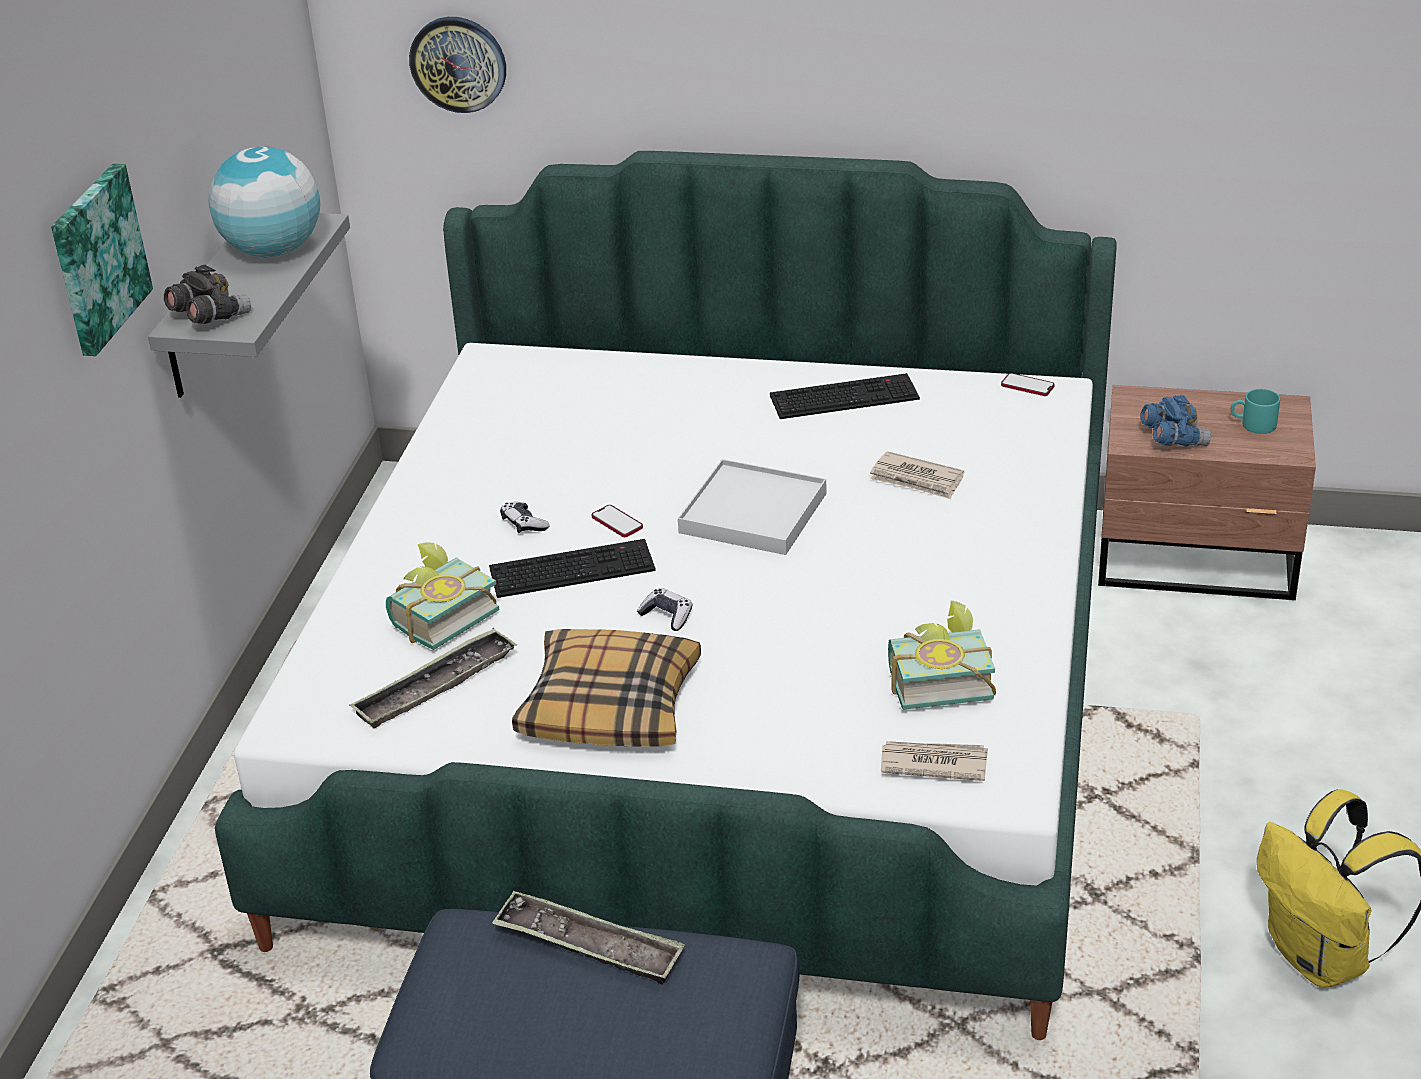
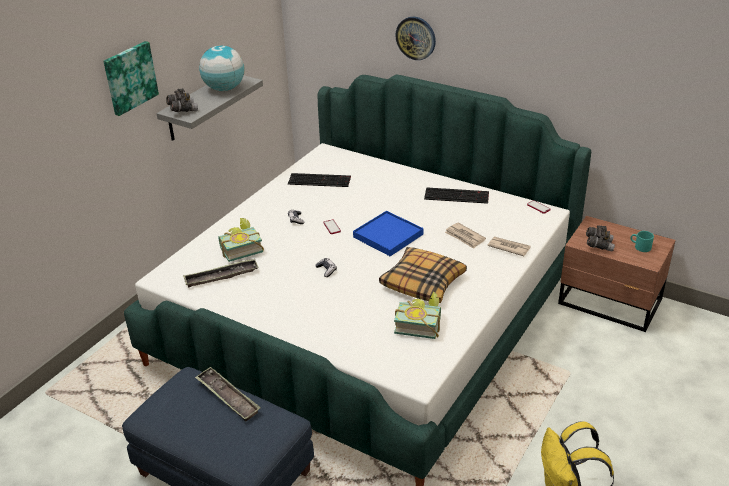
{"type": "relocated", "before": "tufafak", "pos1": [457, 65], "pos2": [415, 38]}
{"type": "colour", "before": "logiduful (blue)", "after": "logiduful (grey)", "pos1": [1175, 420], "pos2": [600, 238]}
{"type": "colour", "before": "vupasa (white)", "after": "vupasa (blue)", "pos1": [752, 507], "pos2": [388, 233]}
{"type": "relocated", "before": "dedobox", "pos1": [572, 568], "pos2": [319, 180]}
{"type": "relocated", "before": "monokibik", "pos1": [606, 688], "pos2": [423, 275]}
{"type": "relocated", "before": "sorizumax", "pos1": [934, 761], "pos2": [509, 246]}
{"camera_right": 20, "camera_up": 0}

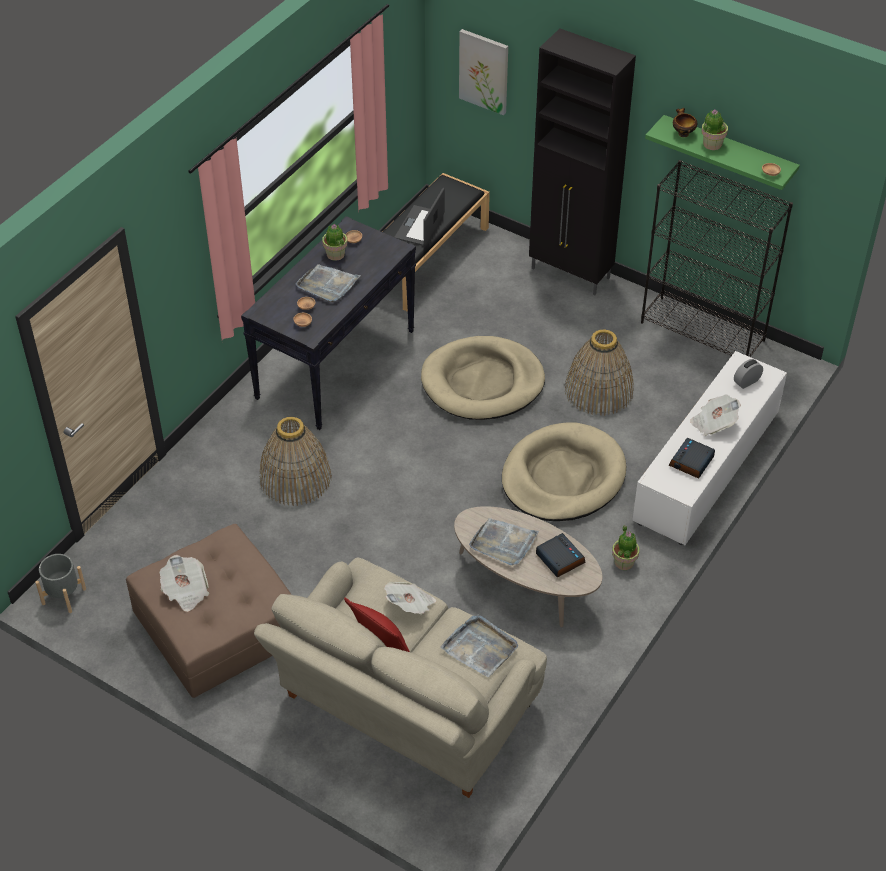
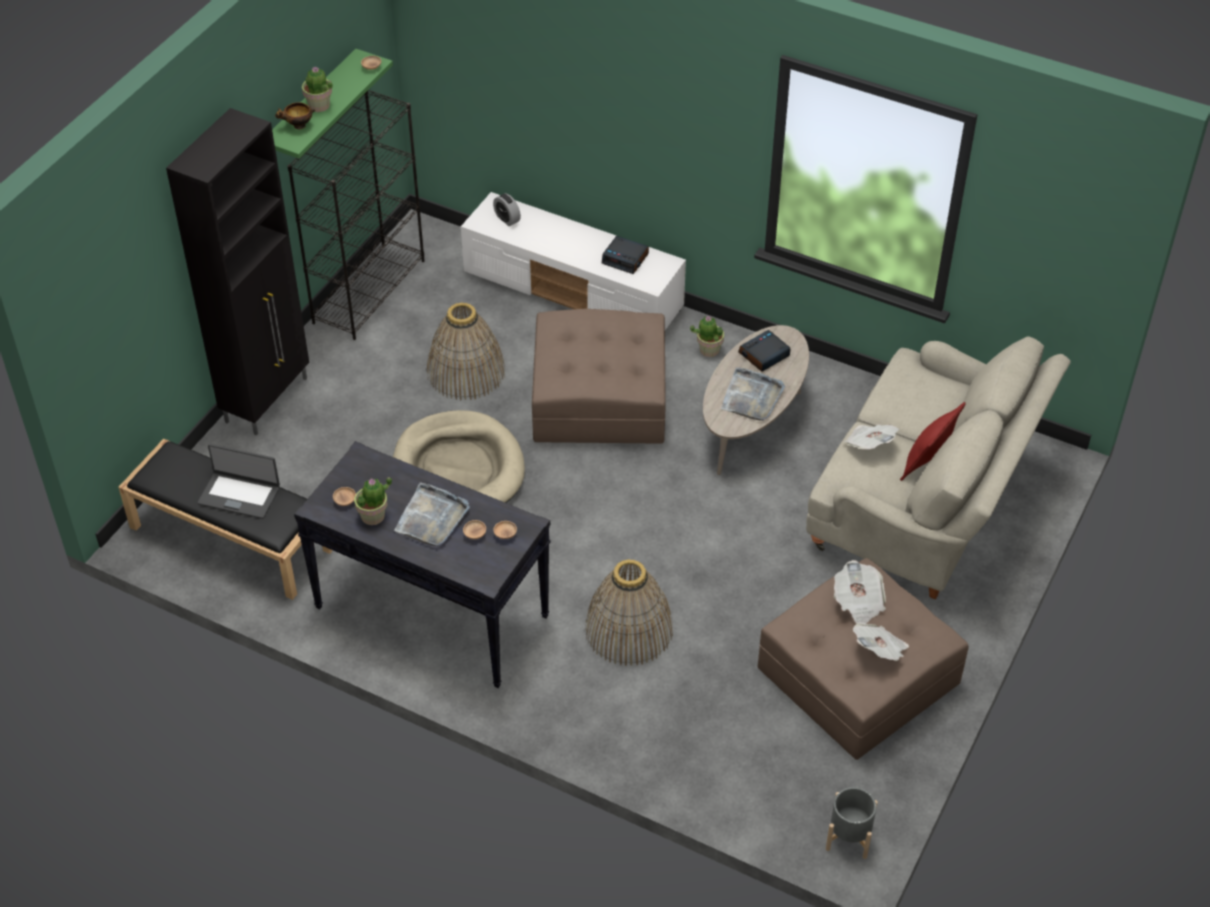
{"type": "missing", "before": "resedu", "pos1": [483, 72]}
{"type": "relocated", "before": "sorizumax", "pos1": [715, 415], "pos2": [860, 592]}
{"type": "exchanged", "before": "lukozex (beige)", "after": "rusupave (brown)", "pos1": [564, 471], "pos2": [599, 376]}
{"type": "missing", "before": "vupasa (grey)", "pos1": [479, 646]}
{"camera_right": -95, "camera_up": 0}

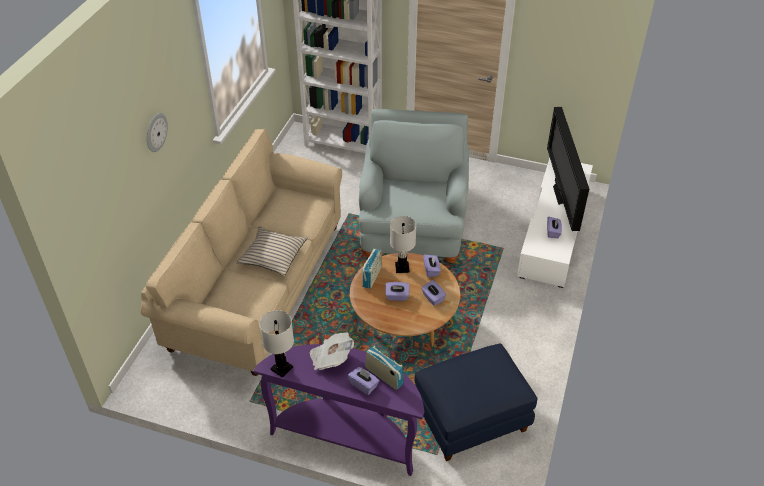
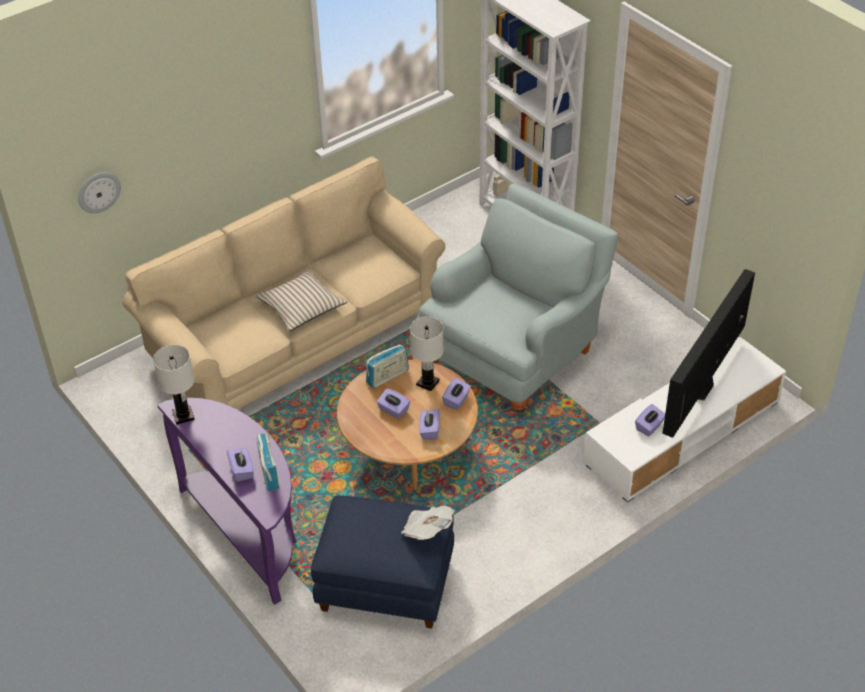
{"type": "relocated", "before": "tufafak", "pos1": [157, 132], "pos2": [99, 192]}
{"type": "relocated", "before": "sorizumax", "pos1": [331, 351], "pos2": [428, 522]}
{"camera_right": 35, "camera_up": 0}

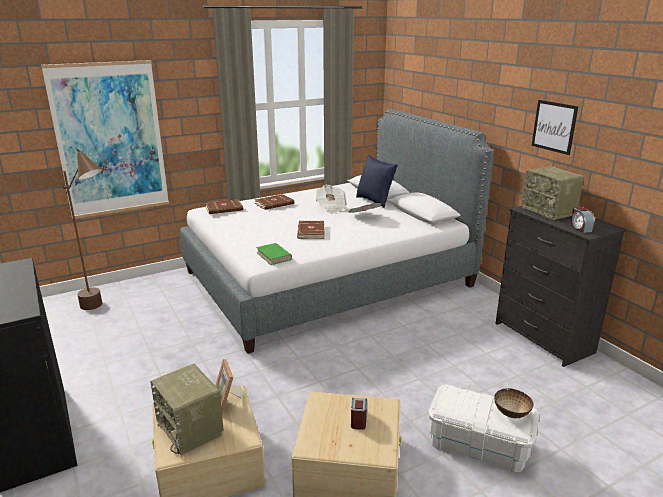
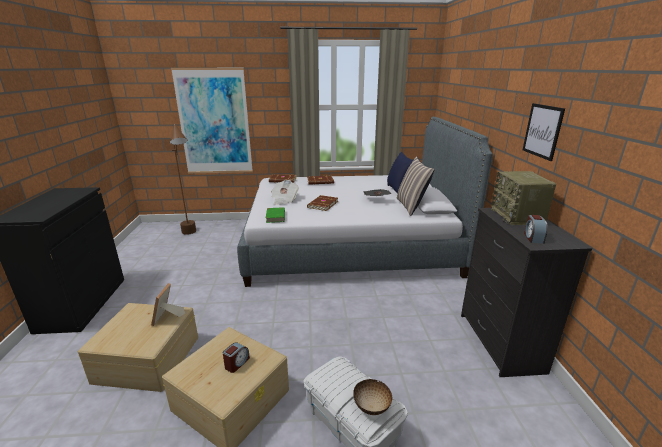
{"type": "relocated", "before": "sorizumax", "pos1": [331, 199], "pos2": [285, 192]}
{"type": "missing", "before": "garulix", "pos1": [186, 409]}
{"type": "appeared", "after": "monokibik", "pos2": [415, 186]}
{"camera_right": 25, "camera_up": 0}

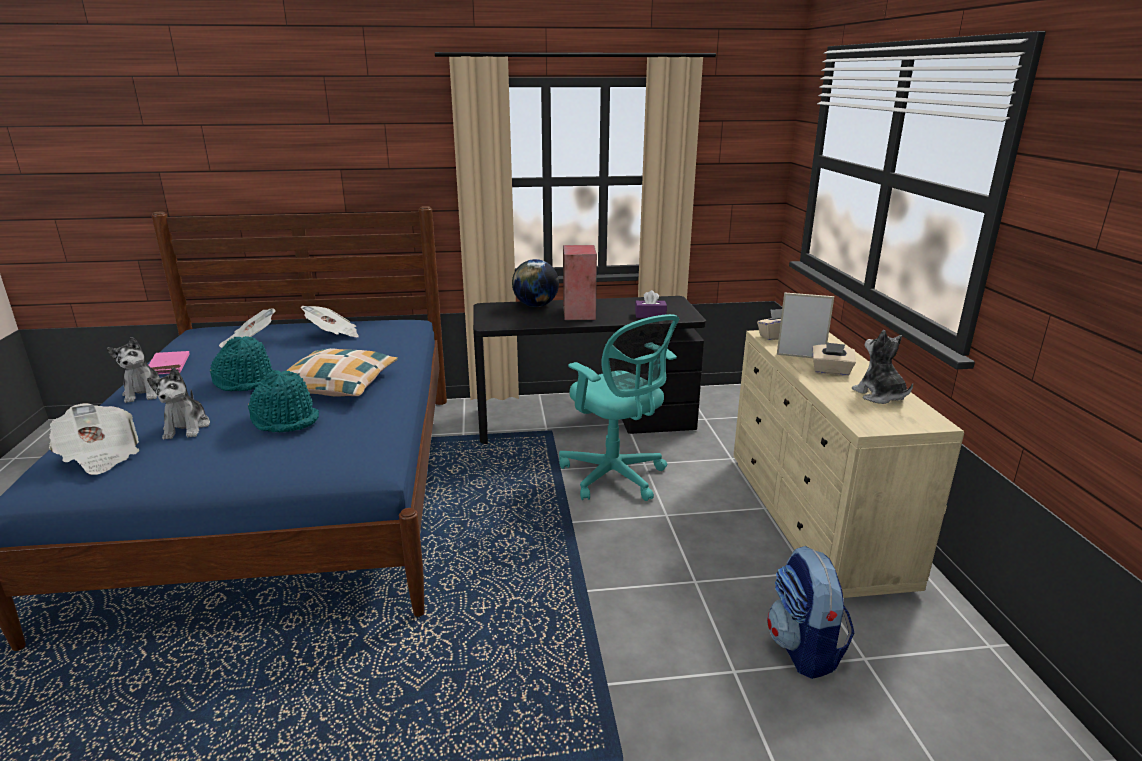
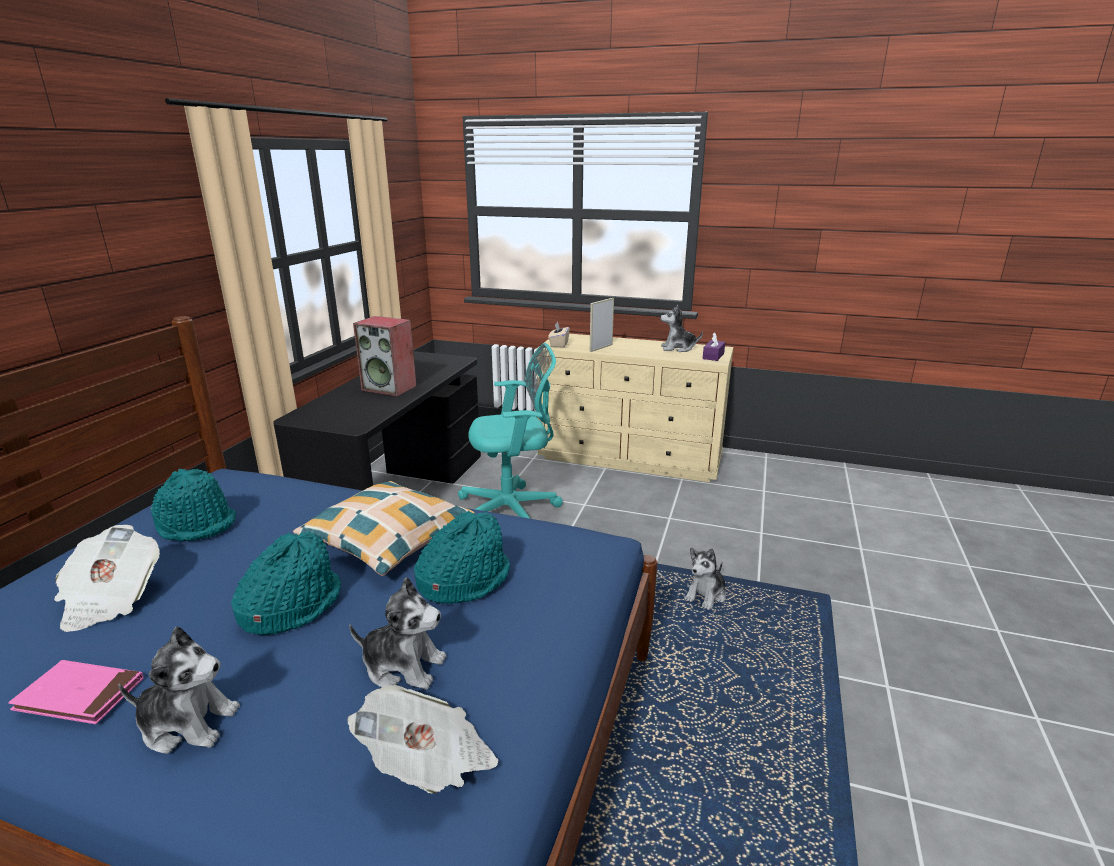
{"type": "missing", "before": "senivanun", "pos1": [535, 283]}
{"type": "relocated", "before": "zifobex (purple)", "pos1": [651, 304], "pos2": [714, 346]}
{"type": "exchanged", "before": "sorizumax", "after": "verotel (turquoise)", "pos1": [330, 321], "pos2": [193, 505]}
{"type": "missing", "before": "zifobex (beige)", "pos1": [834, 359]}
{"type": "missing", "before": "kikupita", "pos1": [810, 612]}
{"type": "appeared", "after": "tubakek", "pos2": [705, 578]}
{"camera_right": -65, "camera_up": 0}

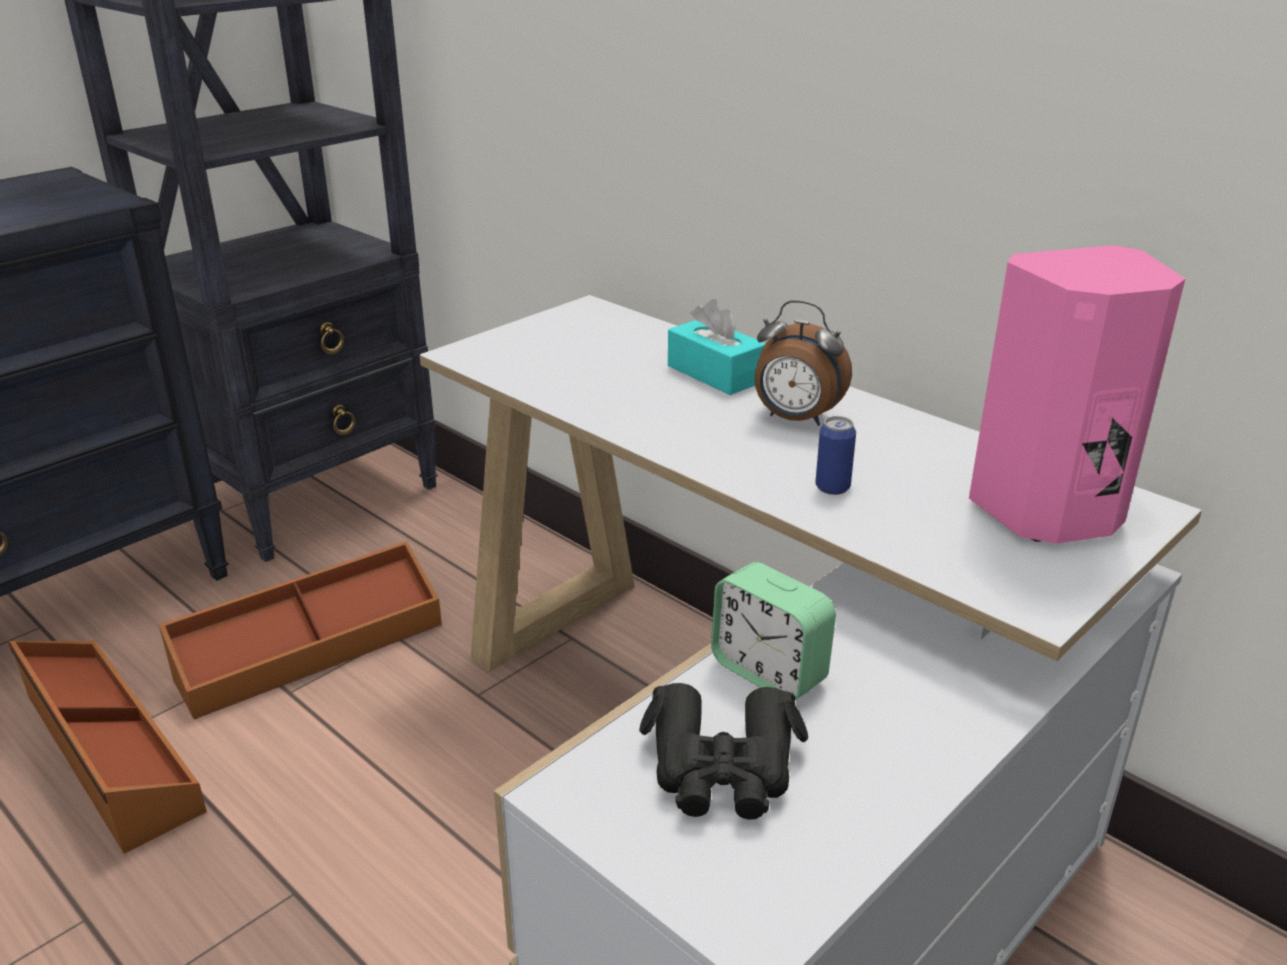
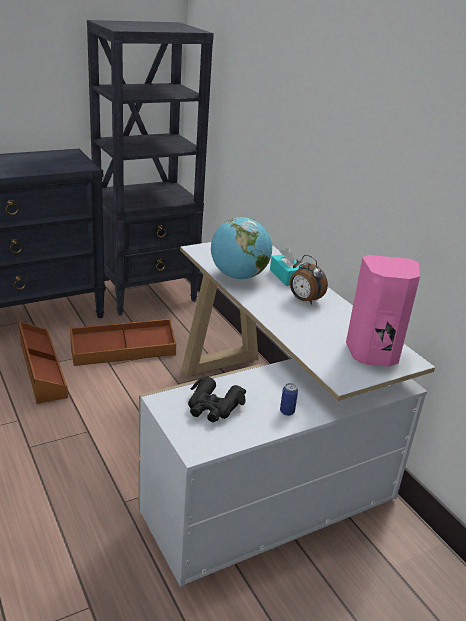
{"type": "relocated", "before": "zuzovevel", "pos1": [835, 455], "pos2": [289, 399]}
{"type": "missing", "before": "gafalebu", "pos1": [773, 631]}
{"type": "appeared", "after": "senivanun", "pos2": [241, 248]}
{"camera_right": 15, "camera_up": 0}

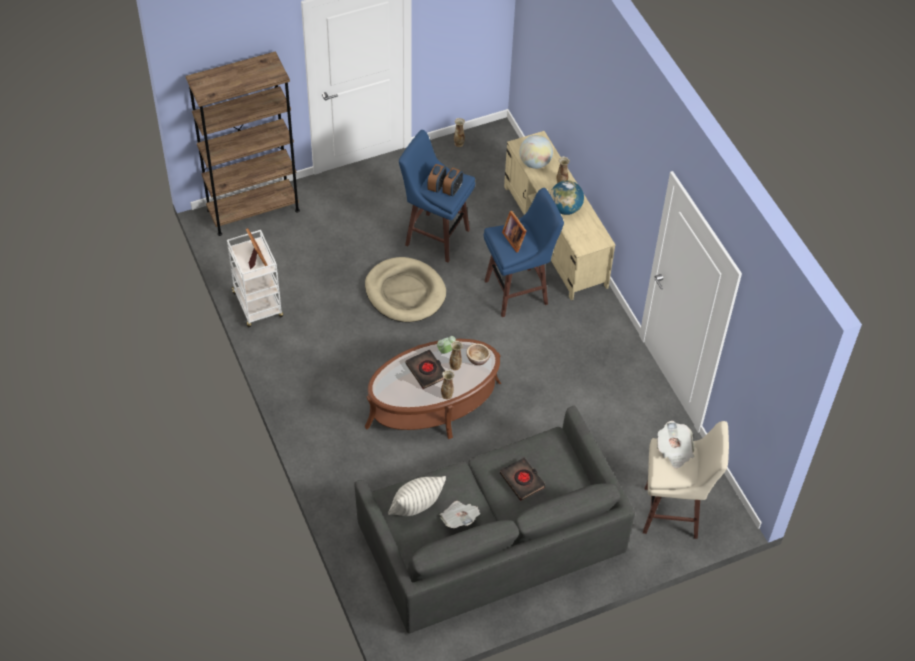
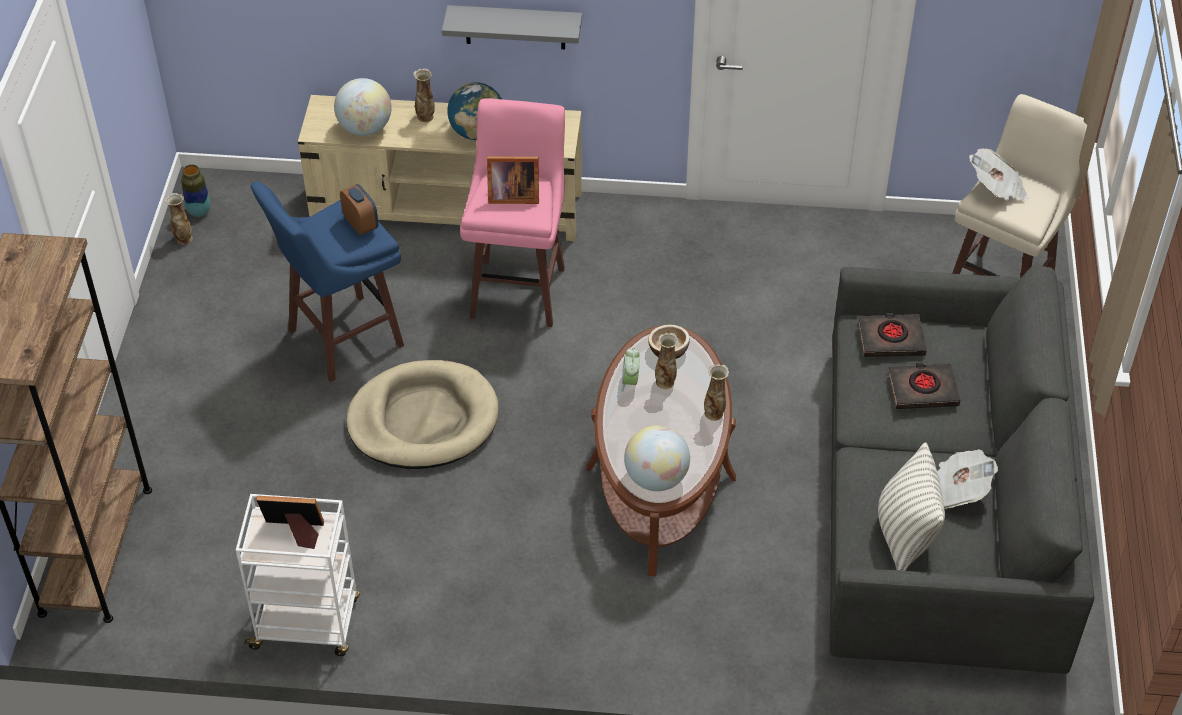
{"type": "missing", "before": "gafalebu", "pos1": [437, 178]}
{"type": "colour", "before": "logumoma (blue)", "after": "logumoma (pink)", "pos1": [524, 252], "pos2": [512, 212]}
{"type": "relocated", "before": "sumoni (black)", "pos1": [425, 369], "pos2": [892, 335]}
{"type": "appeared", "after": "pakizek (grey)", "pos2": [512, 27]}
{"type": "appeared", "after": "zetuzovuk", "pos2": [195, 190]}
{"type": "appeared", "after": "senivanun", "pos2": [657, 458]}
{"camera_right": -60, "camera_up": -5}

